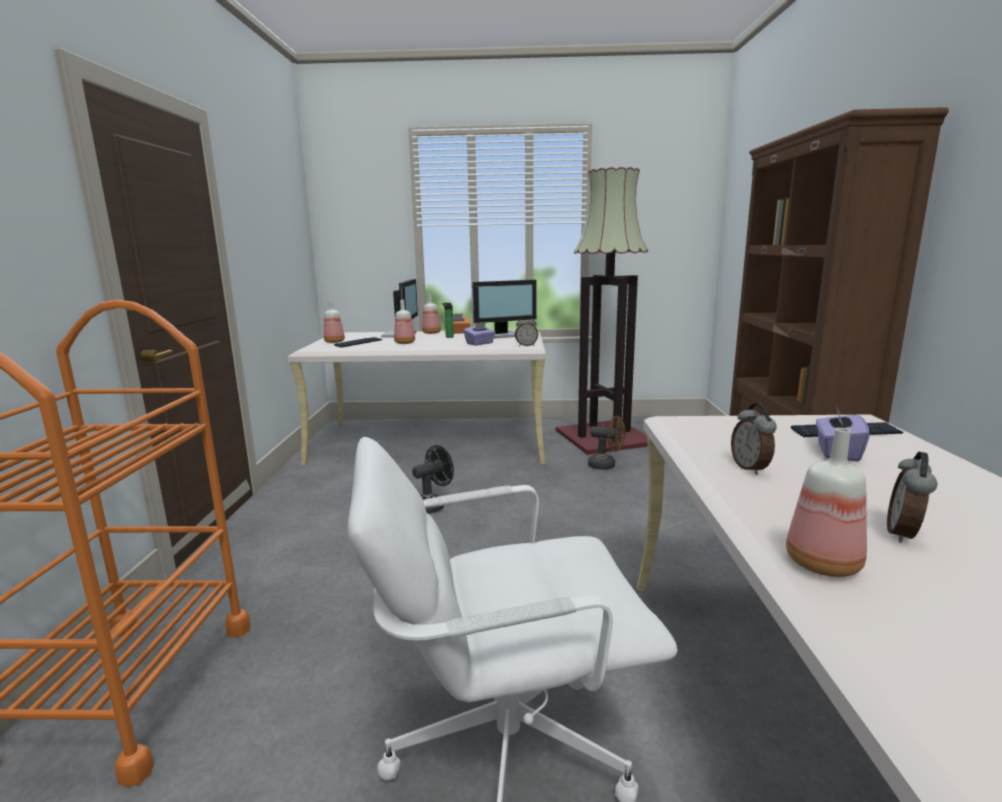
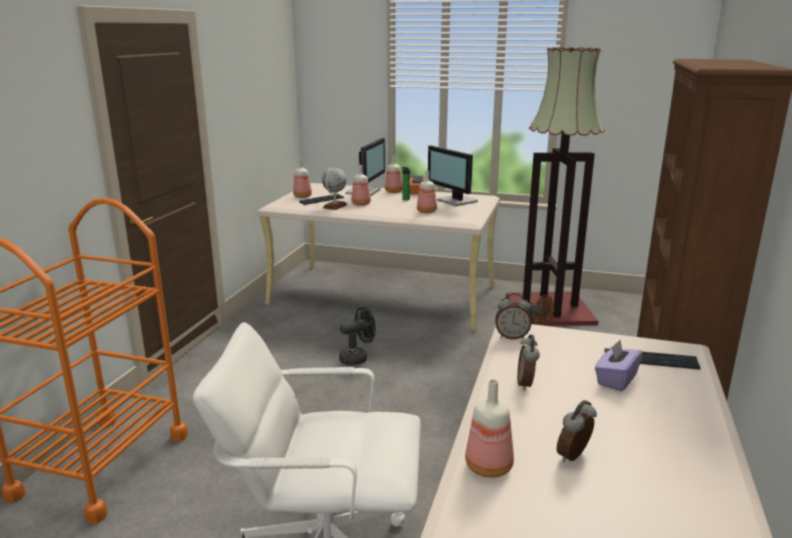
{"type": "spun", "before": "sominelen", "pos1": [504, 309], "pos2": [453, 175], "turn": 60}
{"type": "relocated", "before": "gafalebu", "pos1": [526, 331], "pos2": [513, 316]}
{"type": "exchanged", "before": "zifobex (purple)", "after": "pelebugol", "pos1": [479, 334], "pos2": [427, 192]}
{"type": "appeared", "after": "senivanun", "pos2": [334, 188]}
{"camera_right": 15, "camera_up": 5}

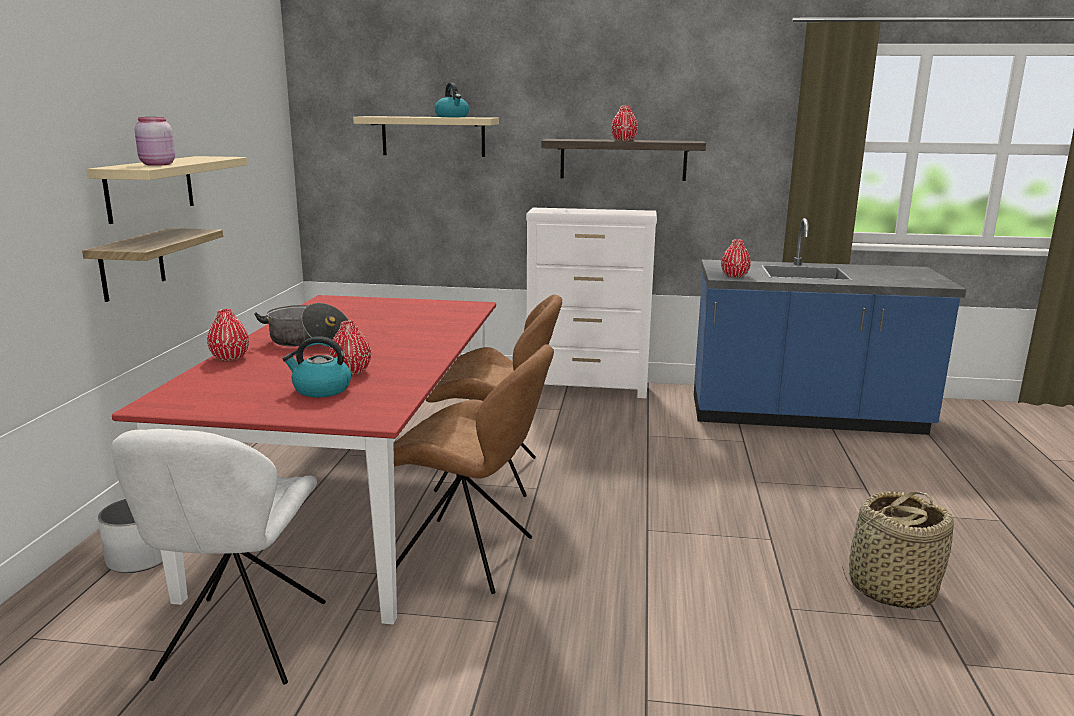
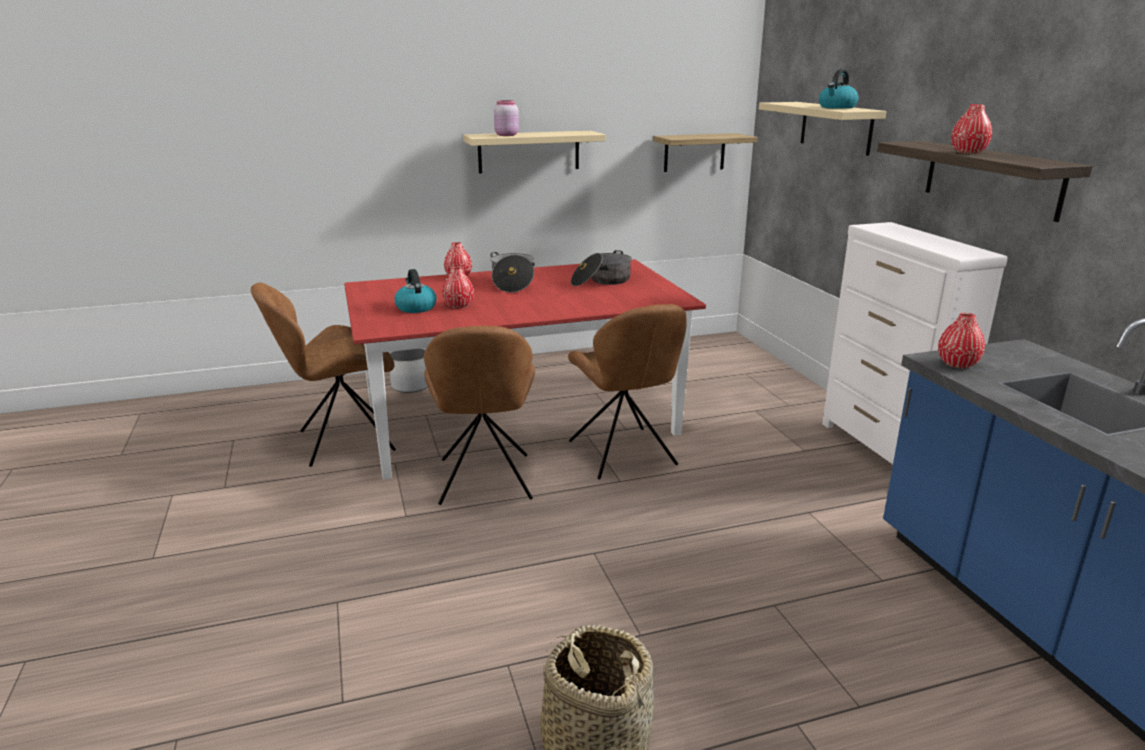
{"type": "relocated", "before": "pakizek", "pos1": [152, 265], "pos2": [705, 152]}
{"type": "colour", "before": "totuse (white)", "after": "totuse (brown)", "pos1": [218, 557], "pos2": [323, 375]}
{"type": "appeared", "after": "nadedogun", "pos2": [601, 268]}
{"camera_right": 65, "camera_up": 5}

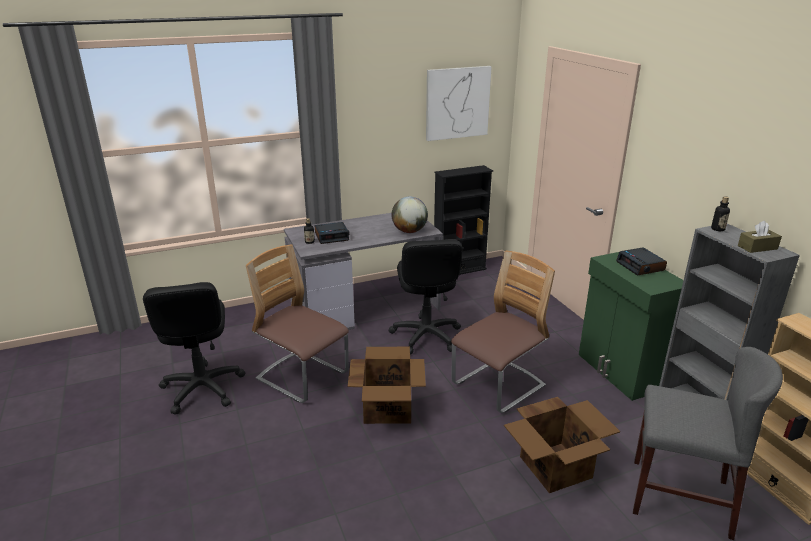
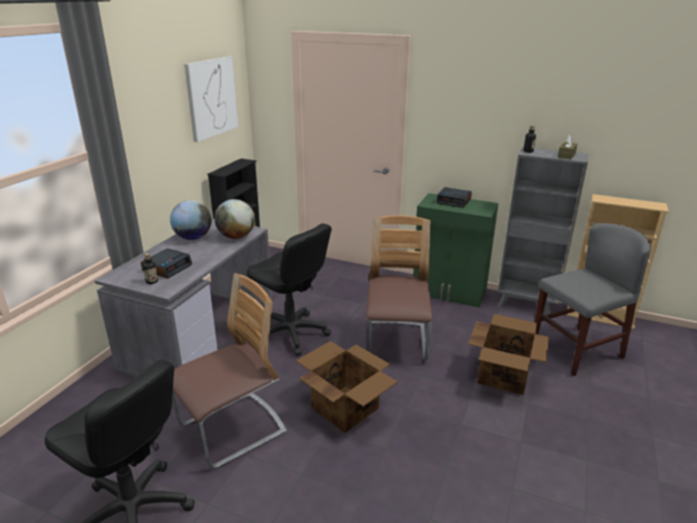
{"type": "spun", "before": "totuse", "pos1": [297, 323], "pos2": [229, 371], "turn": 150}
{"type": "appeared", "after": "senivanun", "pos2": [191, 220]}
{"camera_right": -45, "camera_up": 0}

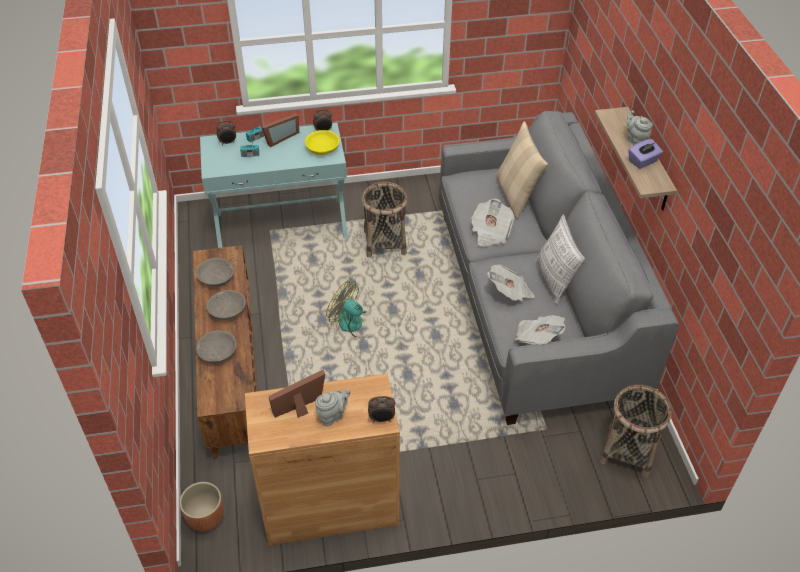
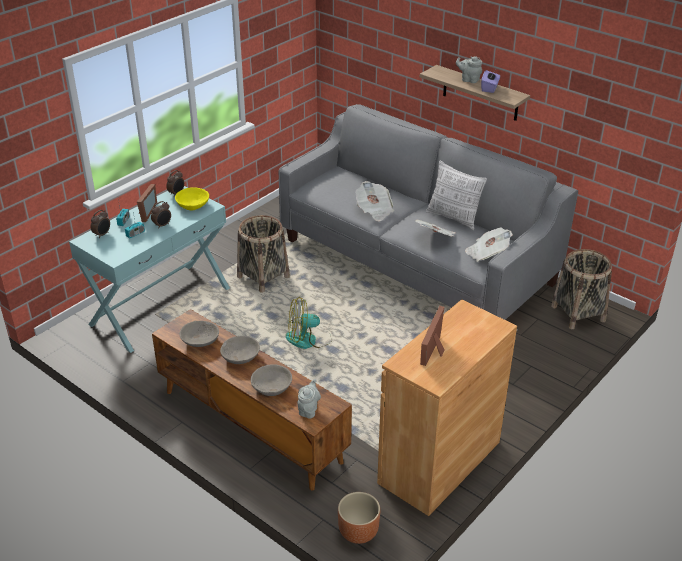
{"type": "missing", "before": "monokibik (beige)", "pos1": [522, 170]}
{"type": "relocated", "before": "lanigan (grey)", "pos1": [332, 408], "pos2": [309, 399]}
{"type": "relocated", "before": "gafalebu", "pos1": [381, 409], "pos2": [161, 215]}
{"camera_right": -40, "camera_up": -10}

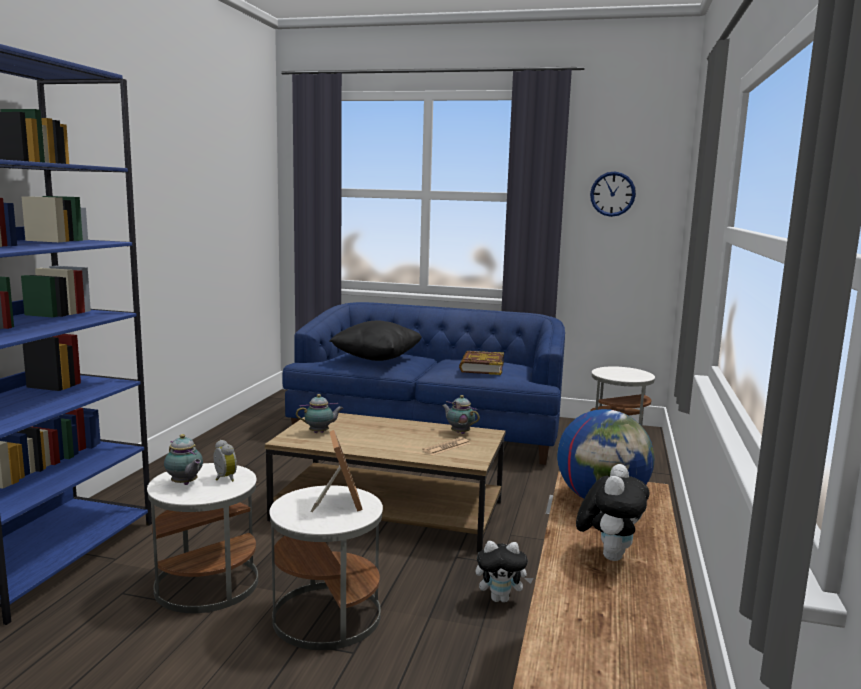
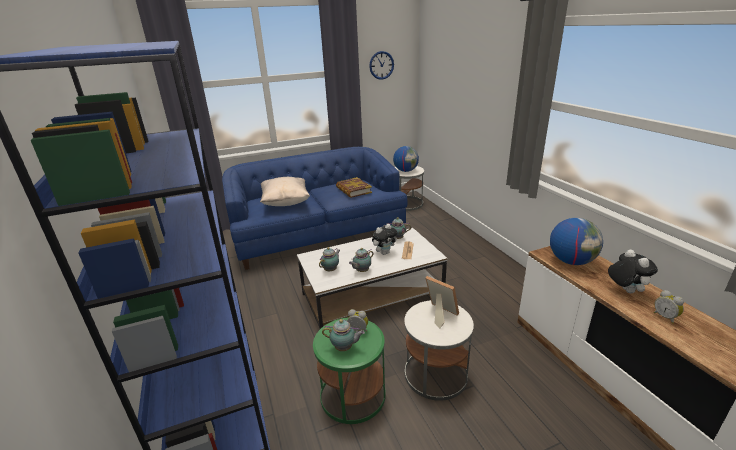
{"type": "colour", "before": "monokibik (black)", "after": "monokibik (beige)", "pos1": [375, 341], "pos2": [285, 191]}
{"type": "colour", "before": "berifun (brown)", "after": "berifun (white)", "pos1": [385, 483], "pos2": [372, 278]}
{"type": "colour", "before": "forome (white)", "after": "forome (green)", "pos1": [202, 538], "pos2": [349, 371]}
{"type": "relocated", "before": "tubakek", "pos1": [504, 572], "pos2": [384, 239]}
{"type": "appeared", "after": "senivanun", "pos2": [406, 159]}
{"type": "appeared", "after": "lanigan", "pos2": [361, 260]}
{"type": "appeared", "after": "gafalebu", "pos2": [669, 307]}
{"camera_right": -35, "camera_up": 15}

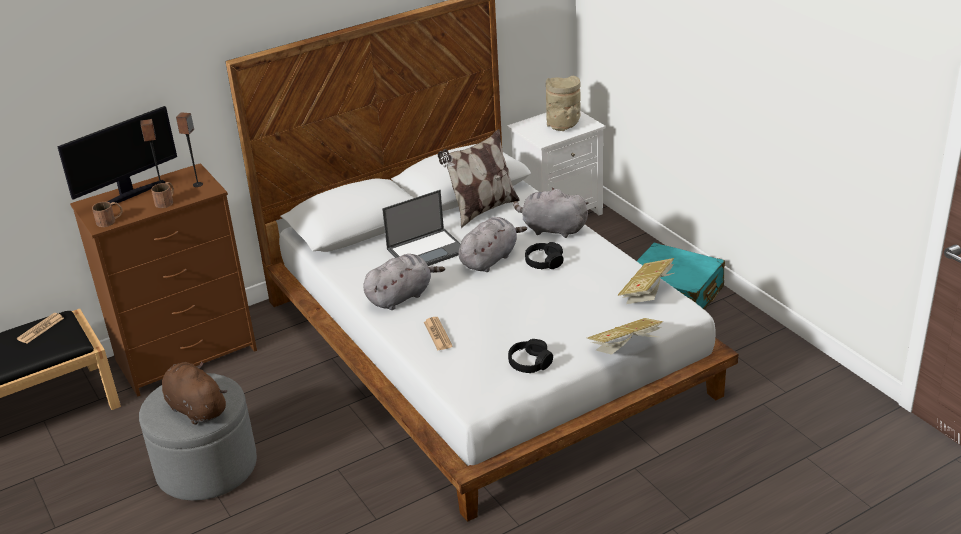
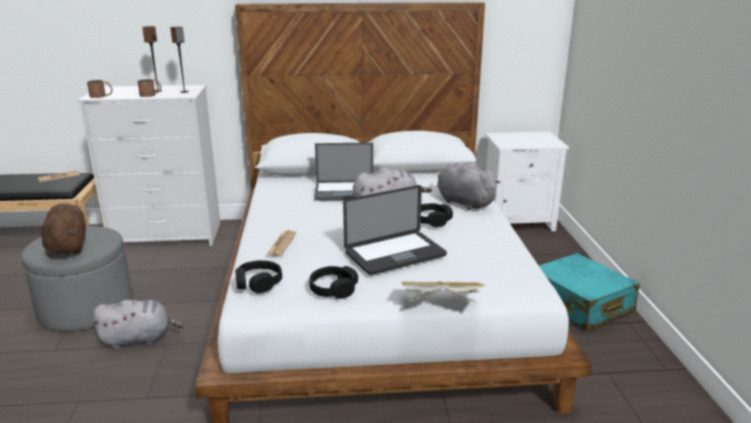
{"type": "missing", "before": "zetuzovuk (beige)", "pos1": [563, 103]}
{"type": "missing", "before": "sominelen", "pos1": [117, 156]}
{"type": "missing", "before": "monokibik", "pos1": [479, 178]}
{"type": "colour", "before": "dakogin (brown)", "after": "dakogin (white)", "pos1": [163, 280], "pos2": [149, 165]}
{"type": "relocated", "before": "tubakek (grey)", "pos1": [404, 282], "pos2": [137, 324]}
{"type": "missing", "before": "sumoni", "pos1": [645, 281]}
{"type": "appeared", "after": "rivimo", "pos2": [395, 230]}
{"type": "appeared", "after": "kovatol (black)", "pos2": [258, 276]}
{"camera_right": 25, "camera_up": -10}

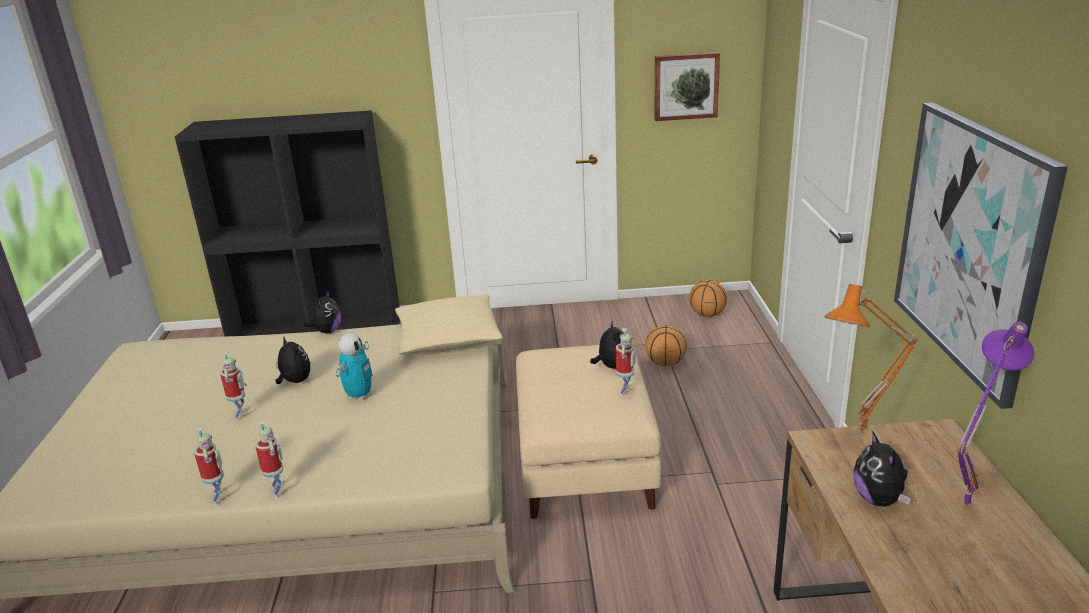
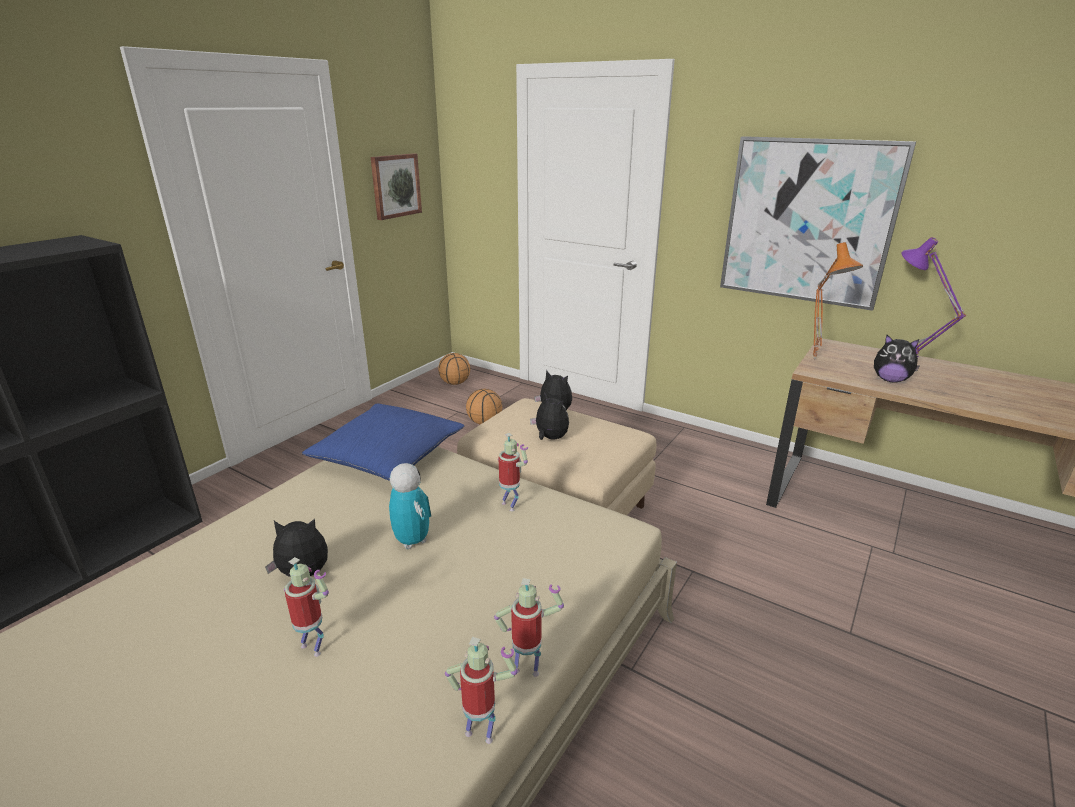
{"type": "relocated", "before": "tubakek", "pos1": [322, 312], "pos2": [549, 416]}
{"type": "colour", "before": "monokibik (beige)", "after": "monokibik (blue)", "pos1": [449, 324], "pos2": [383, 442]}
{"type": "relocated", "before": "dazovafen", "pos1": [626, 362], "pos2": [513, 472]}
{"camera_right": -55, "camera_up": 0}

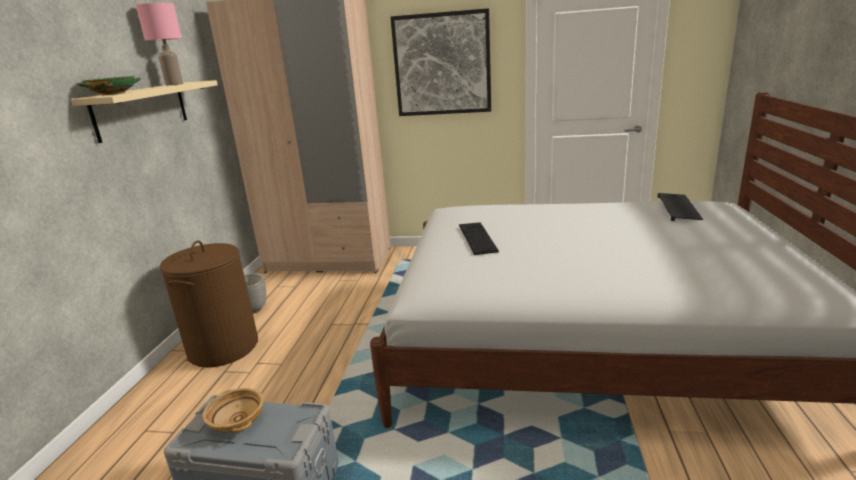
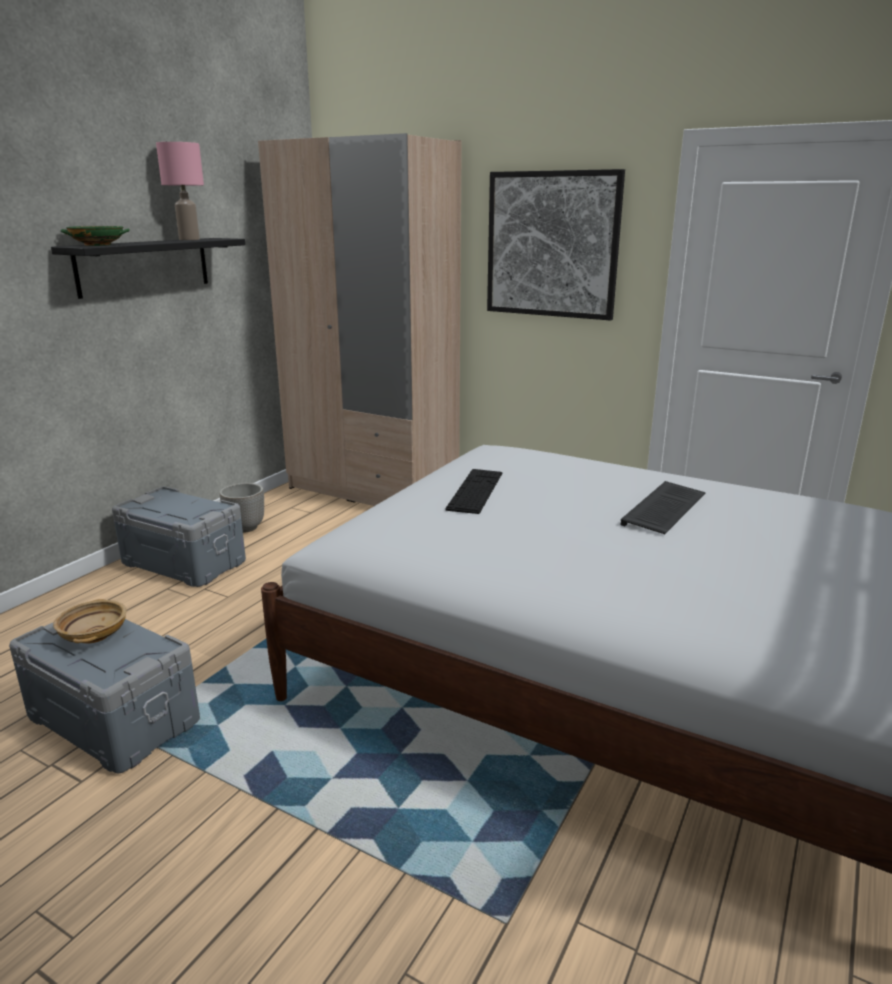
{"type": "colour", "before": "pakizek (beige)", "after": "pakizek (black)", "pos1": [144, 111], "pos2": [148, 268]}
{"type": "relocated", "before": "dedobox", "pos1": [680, 207], "pos2": [663, 507]}
{"type": "exchanged", "before": "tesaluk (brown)", "after": "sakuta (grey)", "pos1": [209, 303], "pos2": [179, 536]}
{"camera_right": 20, "camera_up": 0}

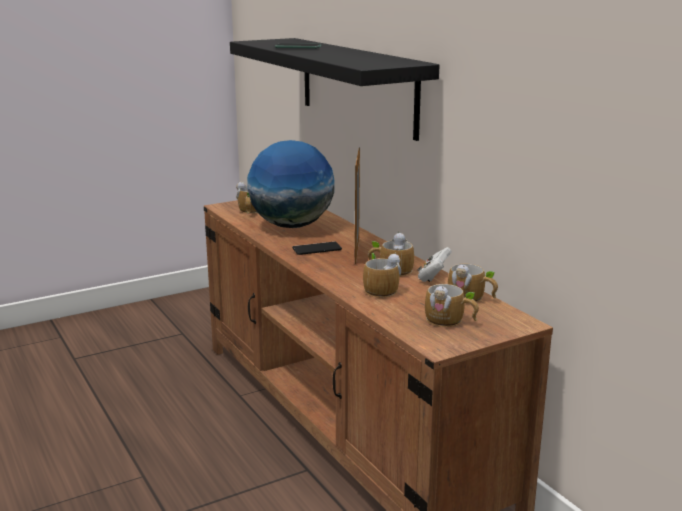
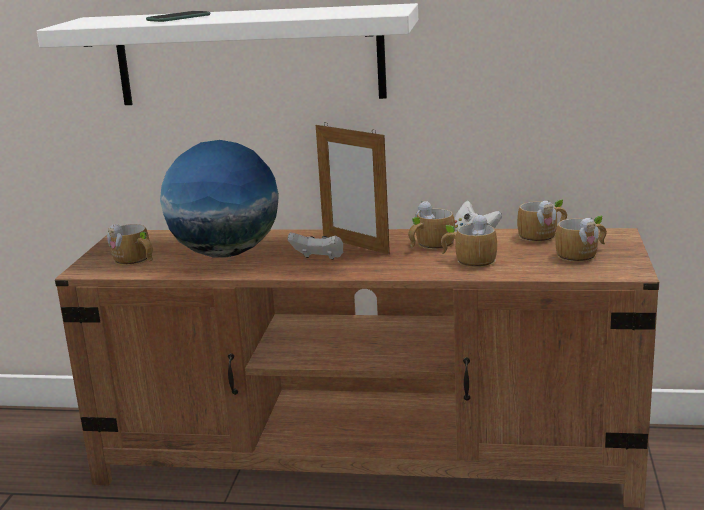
{"type": "colour", "before": "pakizek (black)", "after": "pakizek (white)", "pos1": [334, 89], "pos2": [227, 54]}
{"type": "exchanged", "before": "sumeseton", "after": "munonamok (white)", "pos1": [317, 248], "pos2": [315, 246]}
{"camera_right": -50, "camera_up": 0}

